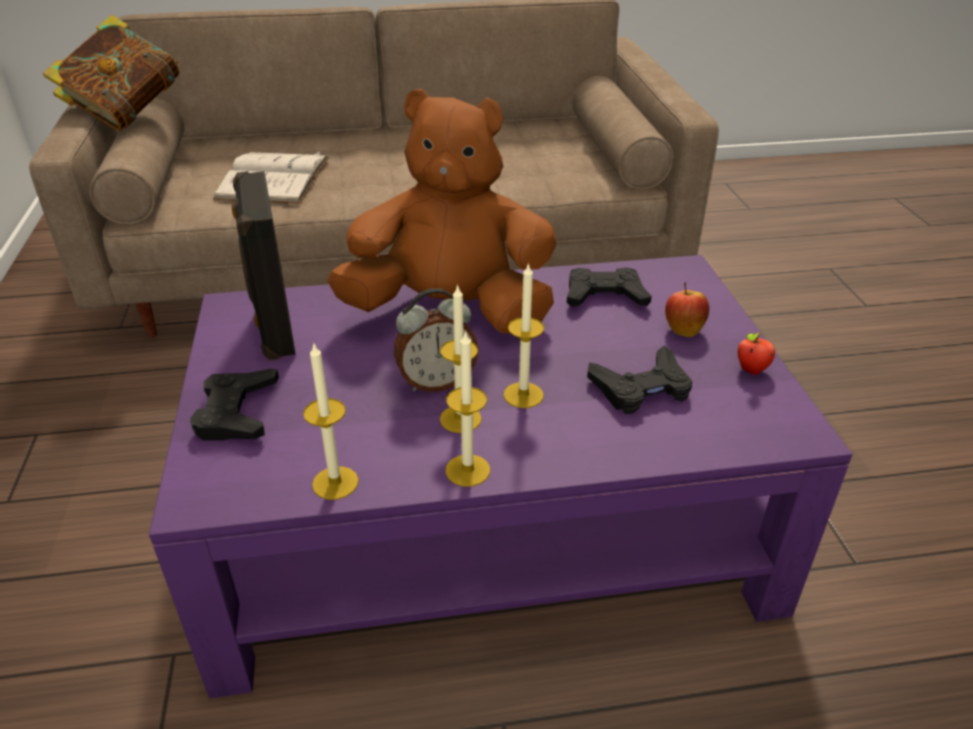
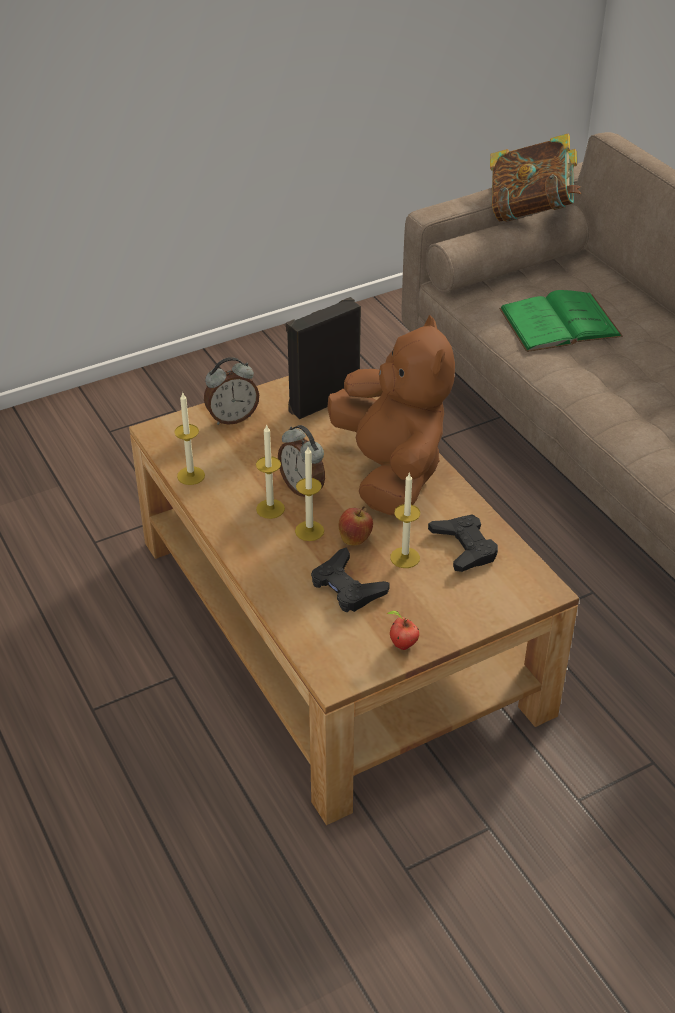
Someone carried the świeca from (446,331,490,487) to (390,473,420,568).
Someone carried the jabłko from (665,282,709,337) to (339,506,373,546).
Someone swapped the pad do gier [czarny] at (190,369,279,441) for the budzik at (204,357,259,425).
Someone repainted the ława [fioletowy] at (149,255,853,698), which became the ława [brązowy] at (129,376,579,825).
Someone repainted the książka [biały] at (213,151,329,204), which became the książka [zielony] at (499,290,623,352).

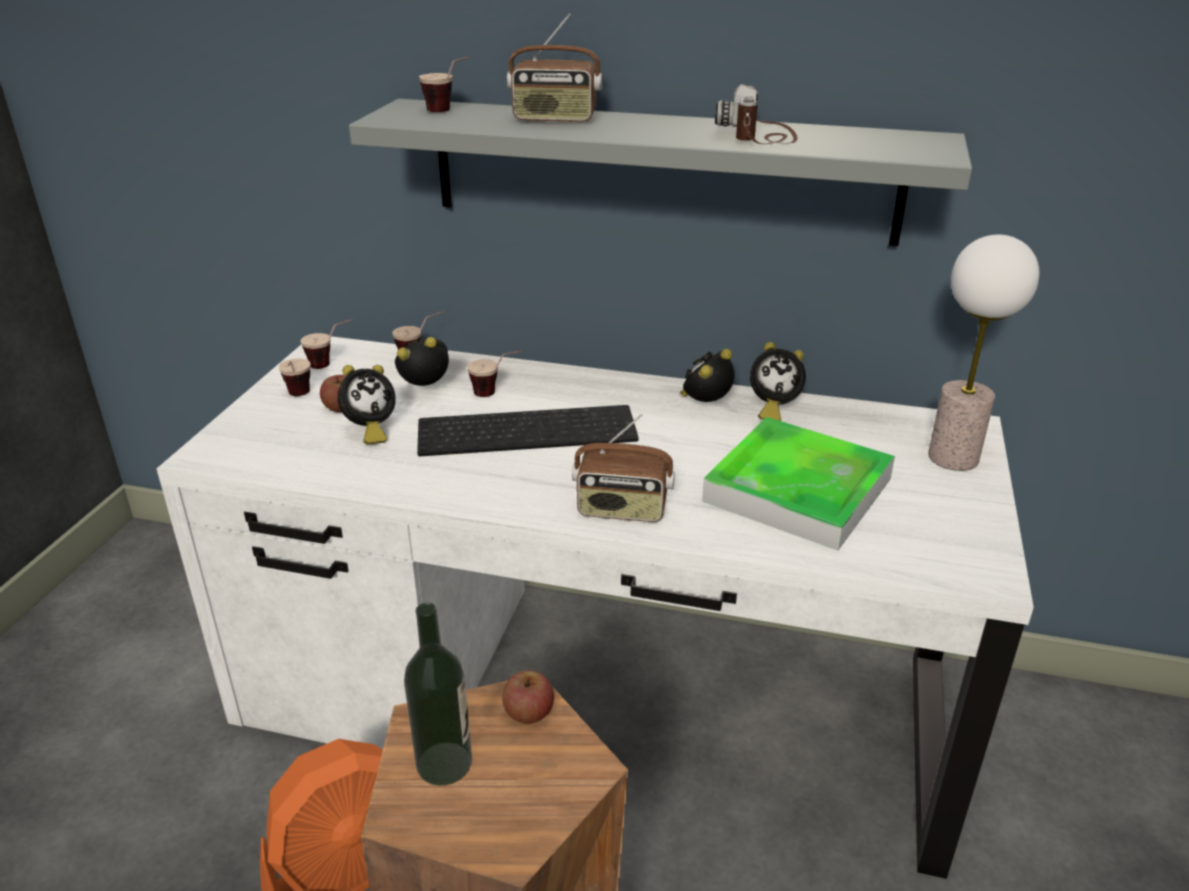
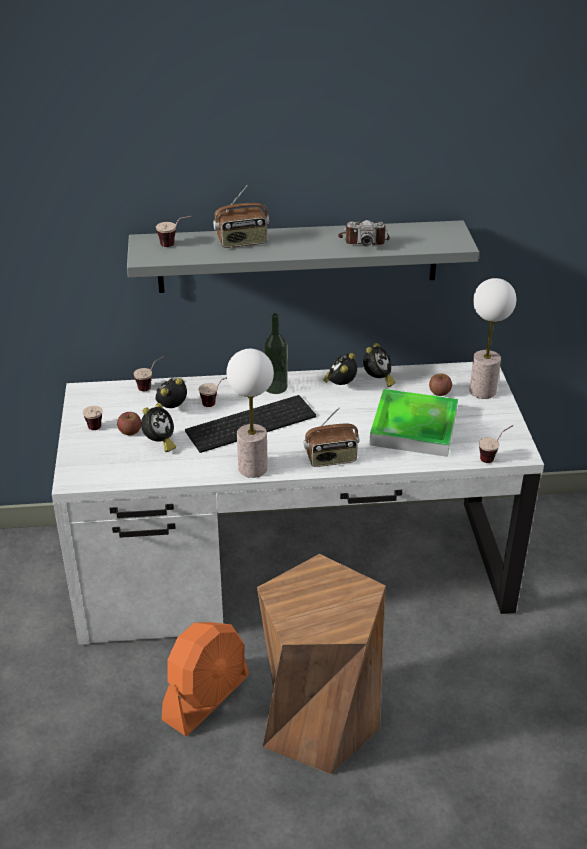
Someone put down the lampa stołowa at (227,349,274,478).
Someone carried the filiżanka from (300,319,353,369) to (479,425,513,463).
Someone carried the butelka from (404,603,472,786) to (264,313,288,394).
Someone carried the jabłko from (502,670,554,724) to (429,373,452,396).
Someone rotated the aparat fotograficzny at (715,84,798,144) by 75 degrees counterclockwise.
Someone rotated the budzik at (750,342,806,421) by 45 degrees counterclockwise.

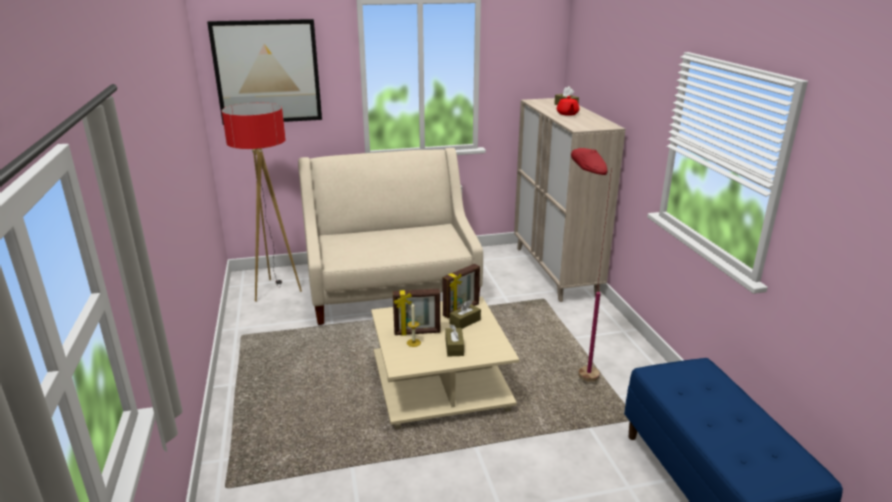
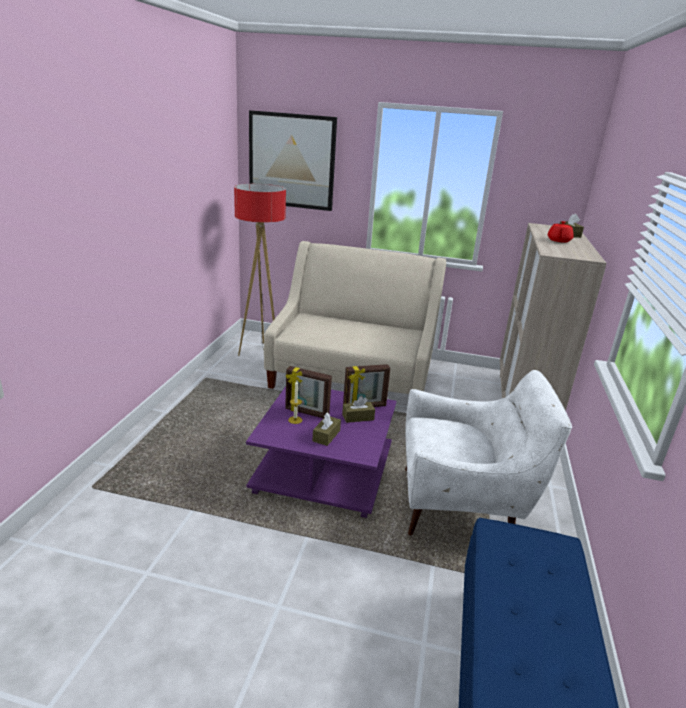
Someone swapped the lampa stojąca [czerwony] at (571,148,612,382) for the fotel [biały] at (405,370,572,536).
Someone repainted the ława [beżowy] at (371,297,519,429), which became the ława [fioletowy] at (246,386,397,518).

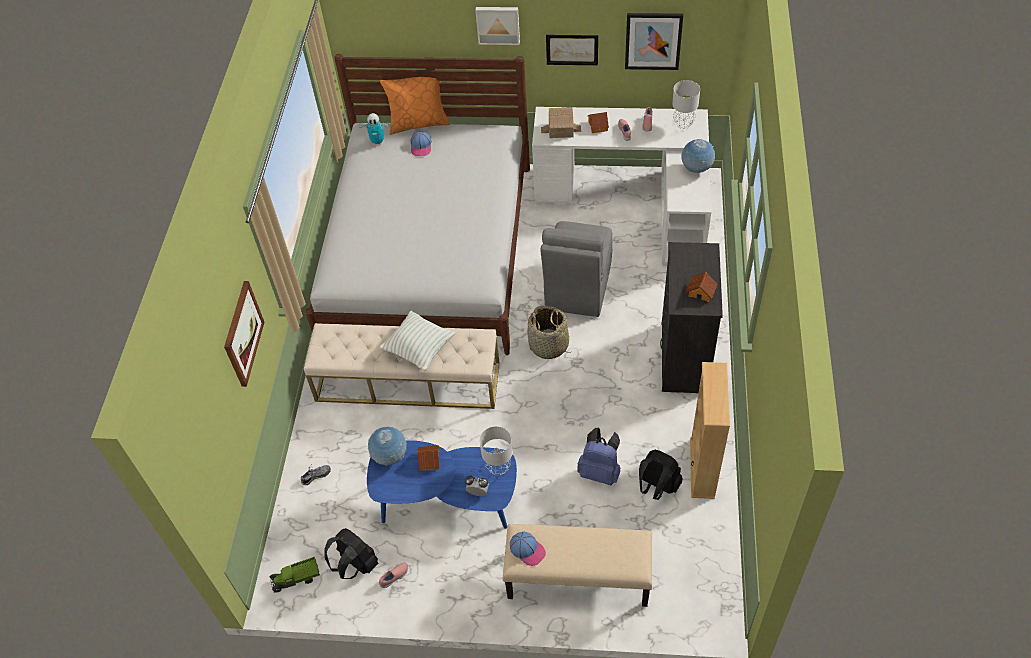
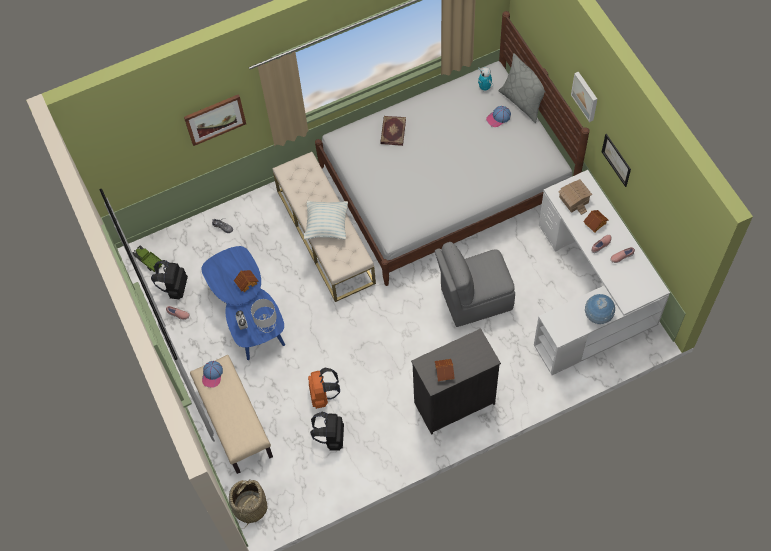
Someone took away the globus at (368,427,407,465).
Someone took away the obraz at (625,13,683,70).
Someone took away the lampa stołowa [szary] at (672,80,700,129).
Someone took away the regał [beżowy] at (690,362,730,499).
Someone put down the książka at (380,116,406,146).
Someone carried the koszyk from (528,306,571,359) to (229,480,267,529).
Someone repainted the poduszka [pomarańczowy] at (380,77,450,135), which became the poduszka [szary] at (498,53,545,123).
Someone repainted the plecak [niebieski] at (577,428,620,485), which became the plecak [pomarańczowy] at (308,368,340,409).

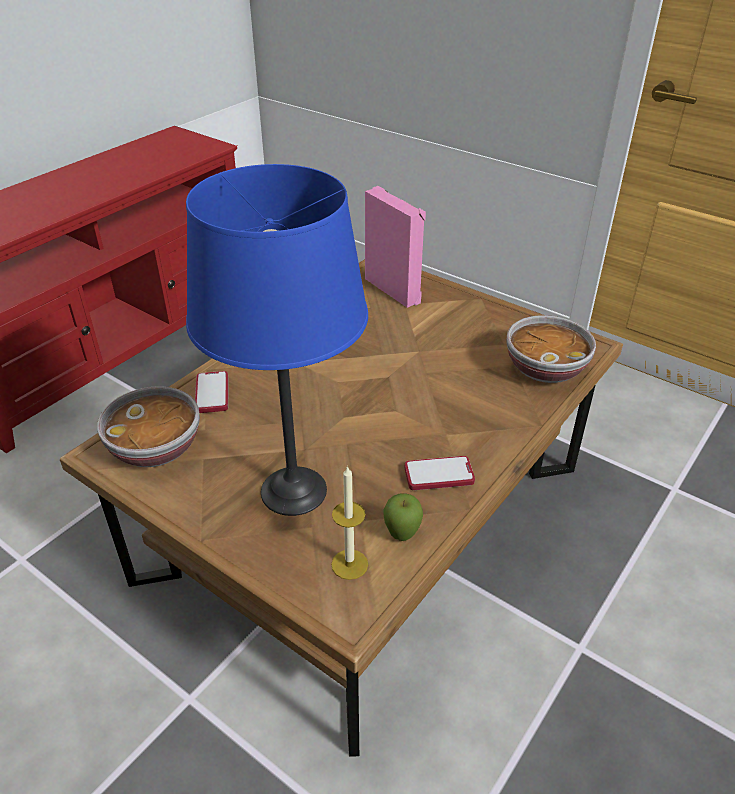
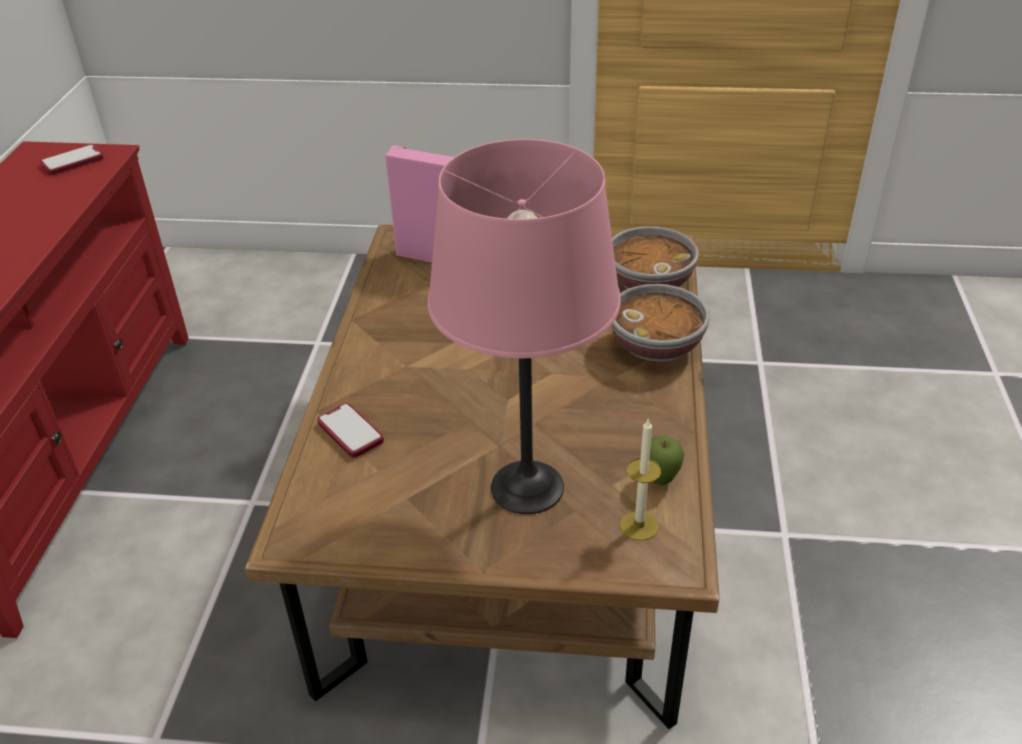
Someone carried the miska from (97,386,200,467) to (611,284,710,361).
Someone carried the telefon from (405,456,475,490) to (40,145,104,175).
Someone repainted the lampa stołowa [niebieski] at (186,164,368,516), which became the lampa stołowa [różowy] at (428,139,621,514).

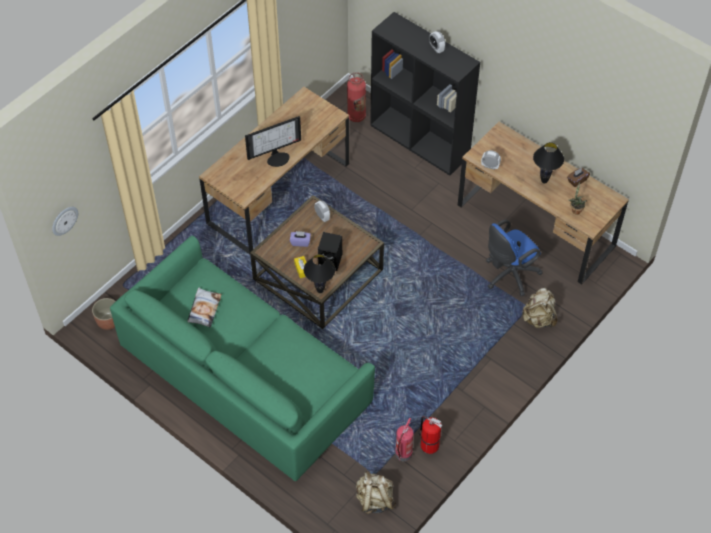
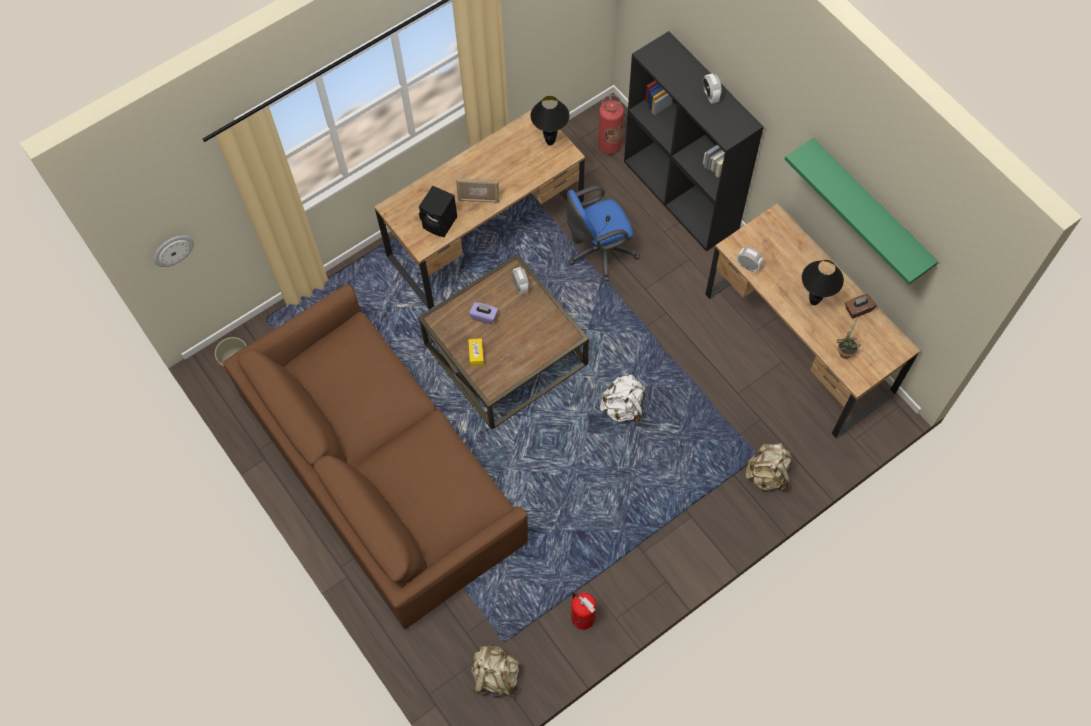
Someone took away the poduszka at (187,288,221,327).
Someone took away the gaśnica at (395,418,414,461).
Someone put down the plecak [biały] at (600,374,646,423).
Someone put up the półka [zielony] at (785,138,938,285).
Someone carried the lampa stołowa [czarny] from (304,254,335,293) to (530,96,570,145).
Someone carried the głośnik [czarny] from (318,232,342,271) to (419,185,457,237).
Someone carried the krzesło biurowe [niebieski] from (486,220,543,296) to (566,186,640,282).
Someone swapped the monitor at (245,116,301,167) for the ramka na zdjęcie at (456,178,499,203).
Someone repainted the kanapa [zielony] at (110,236,375,481), which became the kanapa [brązowy] at (223,284,528,629).

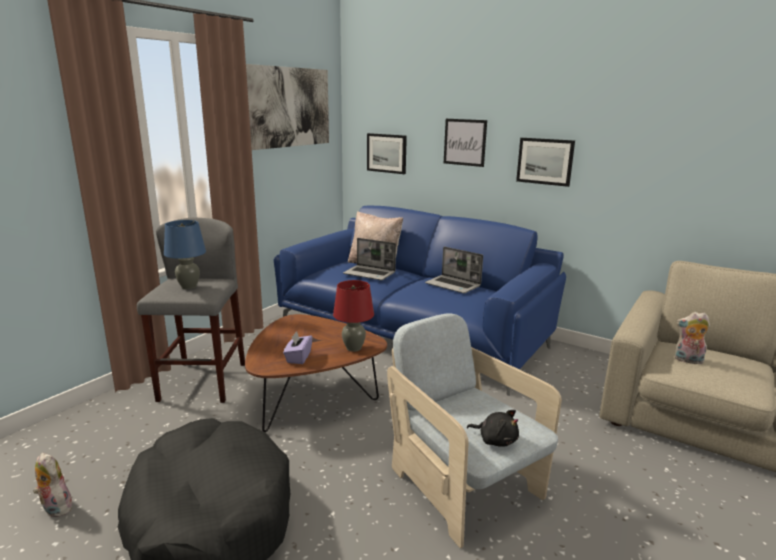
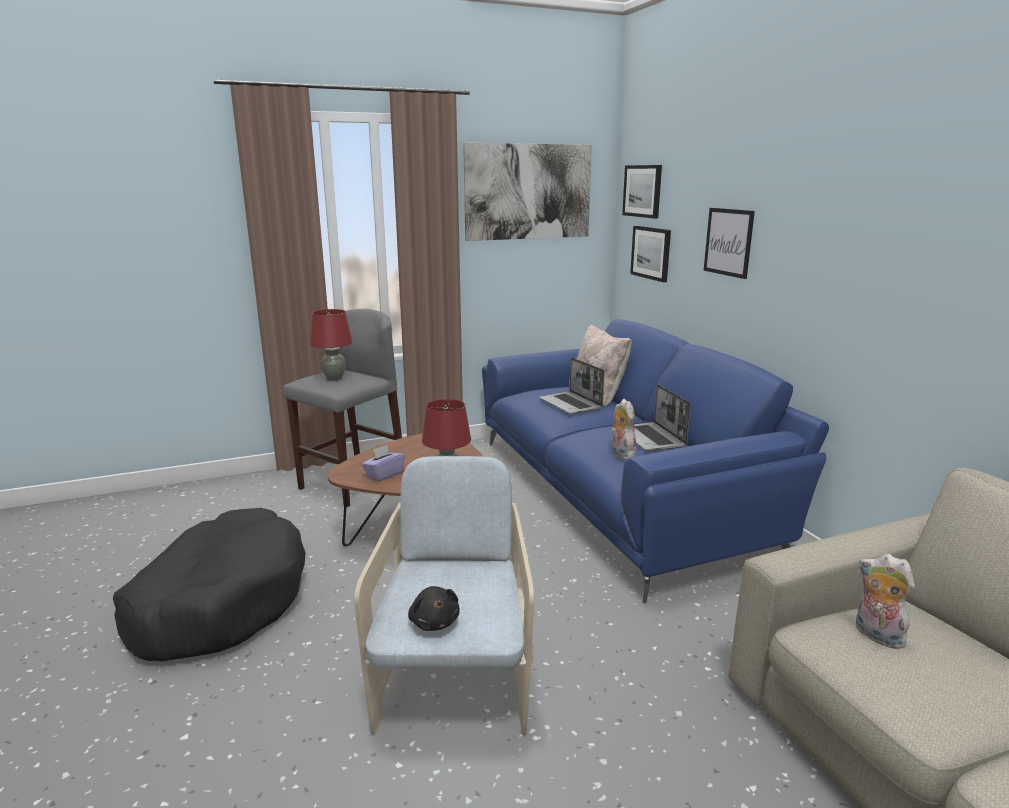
Someone carried the pluszak from (33,453,72,517) to (611,399,637,460).
Someone carried the obraz from (516,138,575,187) to (622,165,662,219).
Someone repainted the lampa stołowa [niebieski] at (164,220,206,289), which became the lampa stołowa [czerwony] at (310,309,353,381).

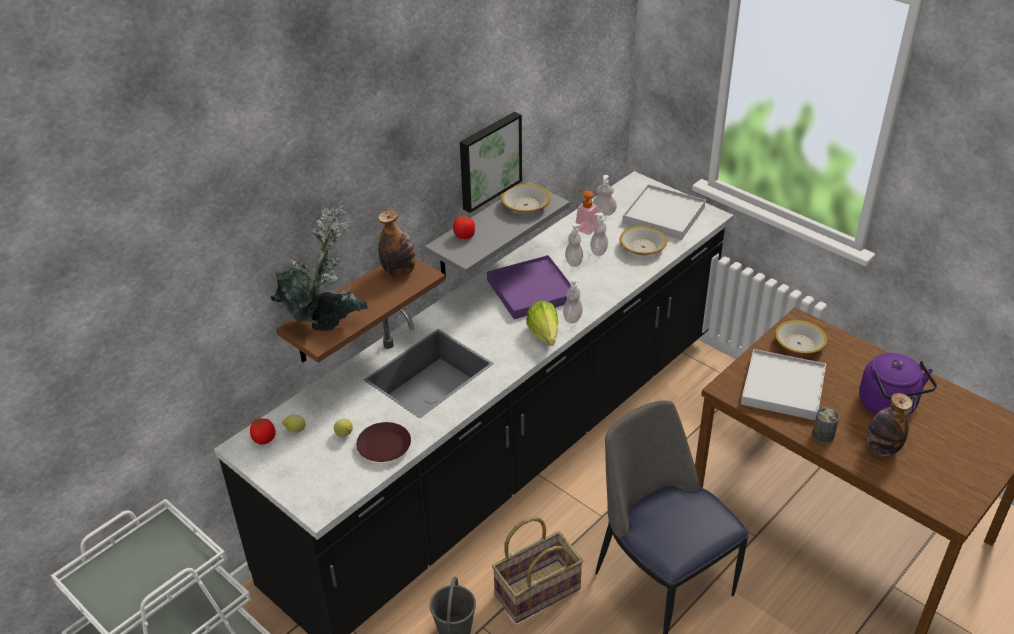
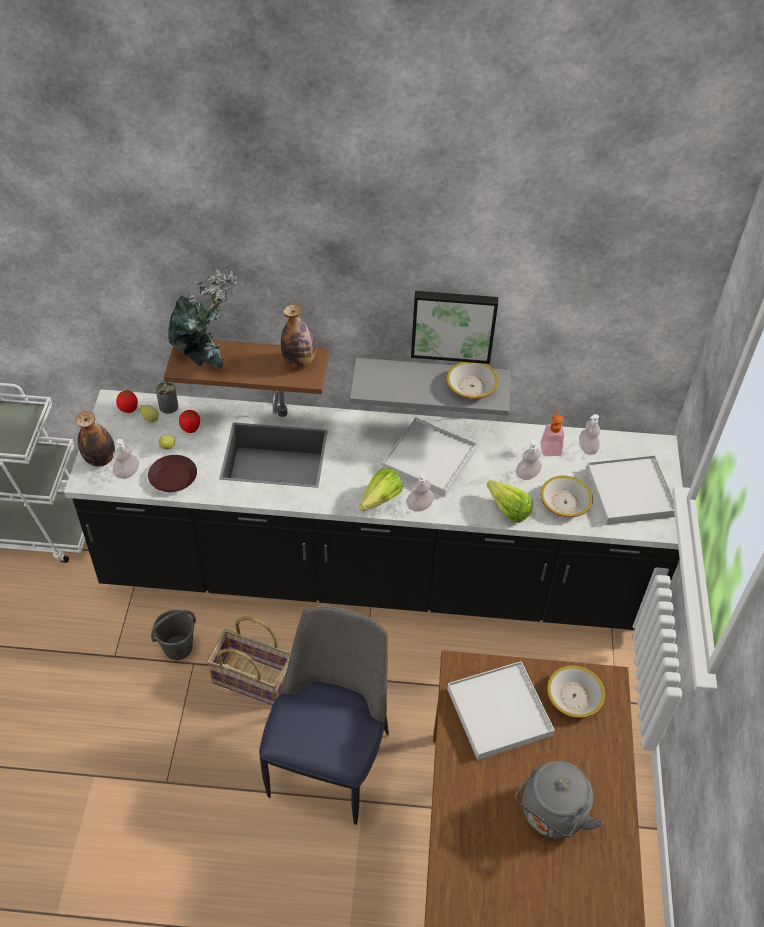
Someone put down the sałata at (487,480,533,523).
Someone carried the pomidor from (453,215,475,239) to (179,410,200,433).
Someone carried the dozownik mydła from (565,223,583,267) to (113,438,139,479).
Someone carried the puszka from (812,407,839,444) to (156,382,178,414).
Someone carried the butelka from (866,393,912,456) to (76,411,115,466).
Someone repainted the taca [fioletowy] at (487,255,571,319), which became the taca [biały] at (382,417,477,497).
Someone repainted the czajnik [fioletowy] at (859,353,937,416), which became the czajnik [szary] at (515,761,603,838).

